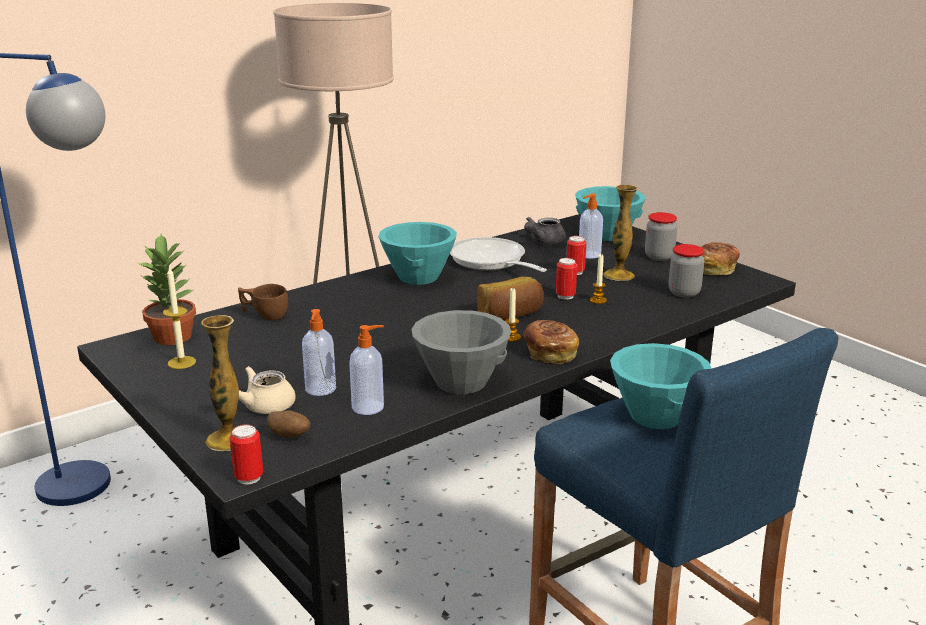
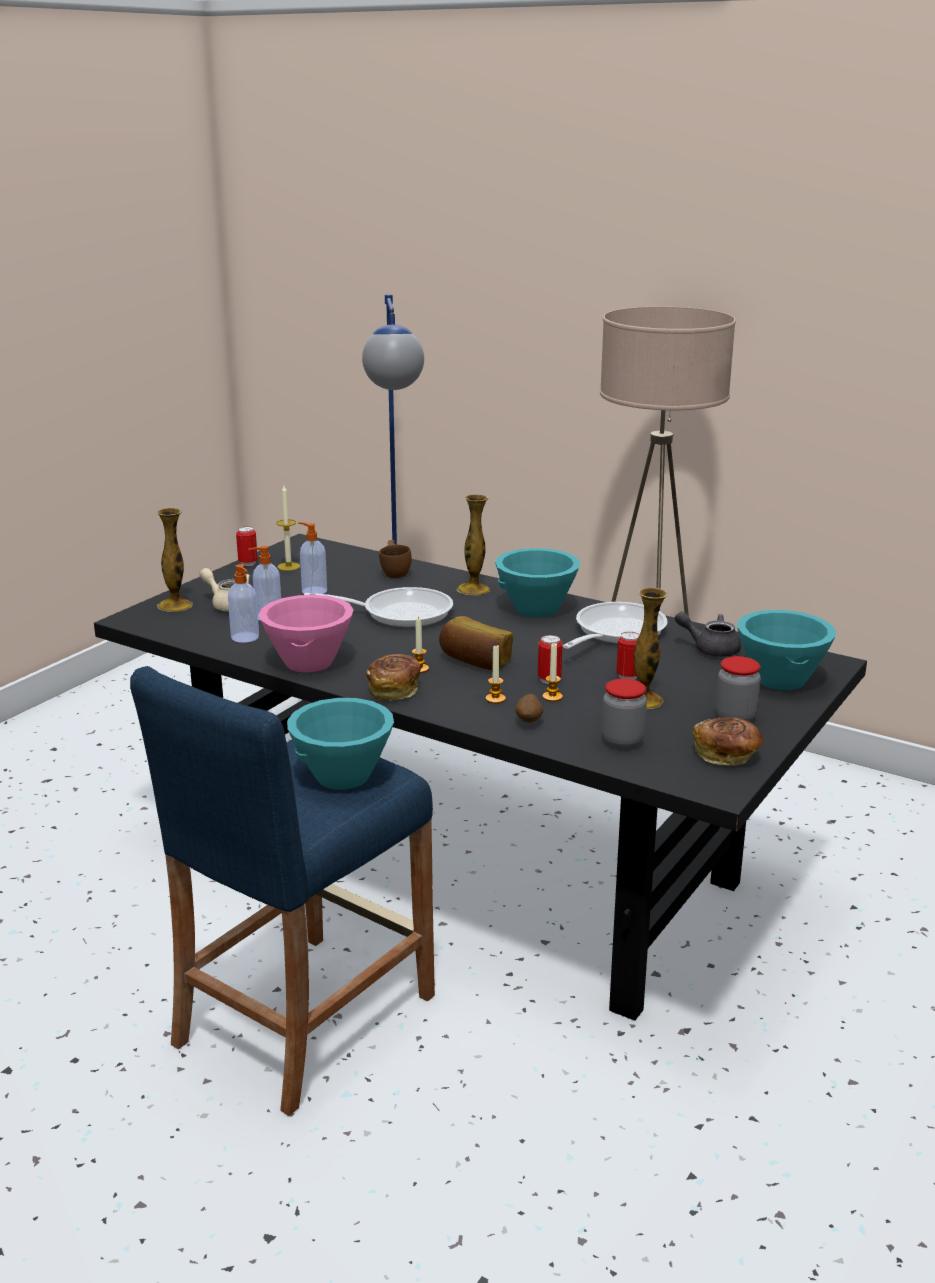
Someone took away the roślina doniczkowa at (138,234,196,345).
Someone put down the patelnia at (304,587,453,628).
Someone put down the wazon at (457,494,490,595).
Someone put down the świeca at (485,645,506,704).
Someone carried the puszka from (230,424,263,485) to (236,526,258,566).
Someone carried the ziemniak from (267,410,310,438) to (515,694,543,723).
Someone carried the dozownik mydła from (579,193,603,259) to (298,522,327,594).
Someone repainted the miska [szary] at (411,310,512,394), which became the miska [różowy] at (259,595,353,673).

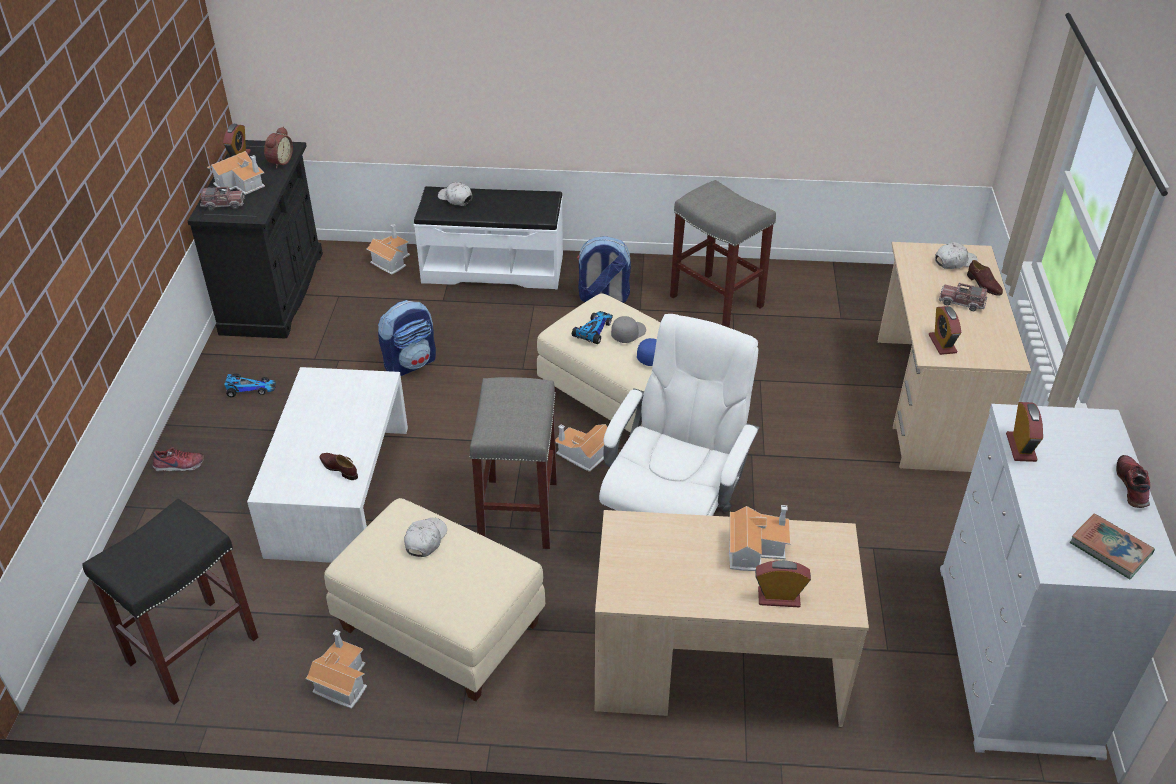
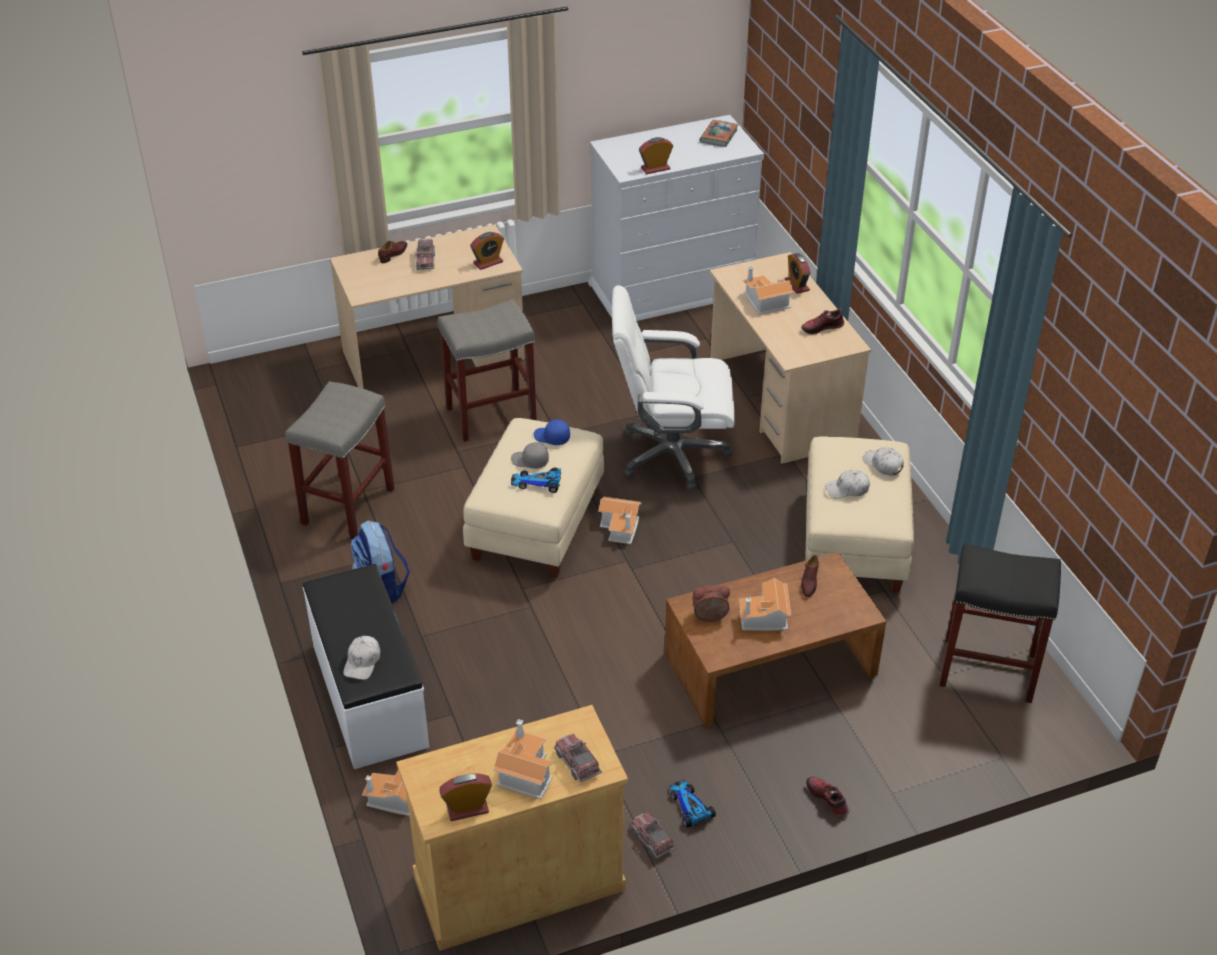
Someone took away the plecak at (378,300,436,376).
Someone put down the ciężarówka zabawkowa at (630,812,675,858).
Someone carried the budzik from (264,126,293,169) to (693,585,730,622).
Someone carried the domek from (306,630,367,709) to (739,578,791,631).
Someone carried the stołek [szary] from (469,377,557,549) to (438,299,537,442).
Someone carried the czapka z daszkiem [biały] from (935,242,978,269) to (863,447,904,476).
Someone carried the but from (1116,455,1150,508) to (801,309,844,334).
Someone repainted the szafka [czarny] at (188,140,323,338), which became the szafka [beżowy] at (396,705,628,951).
Someone repainted the ława [biały] at (247,367,408,563), which became the ława [brązowy] at (665,552,886,727).

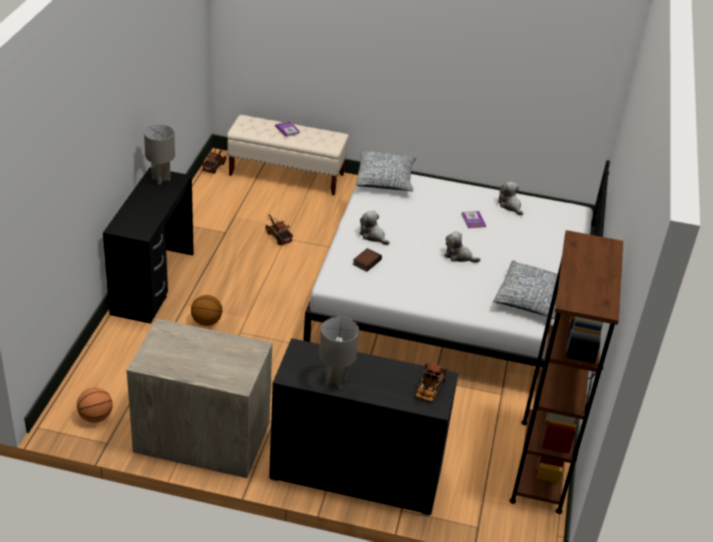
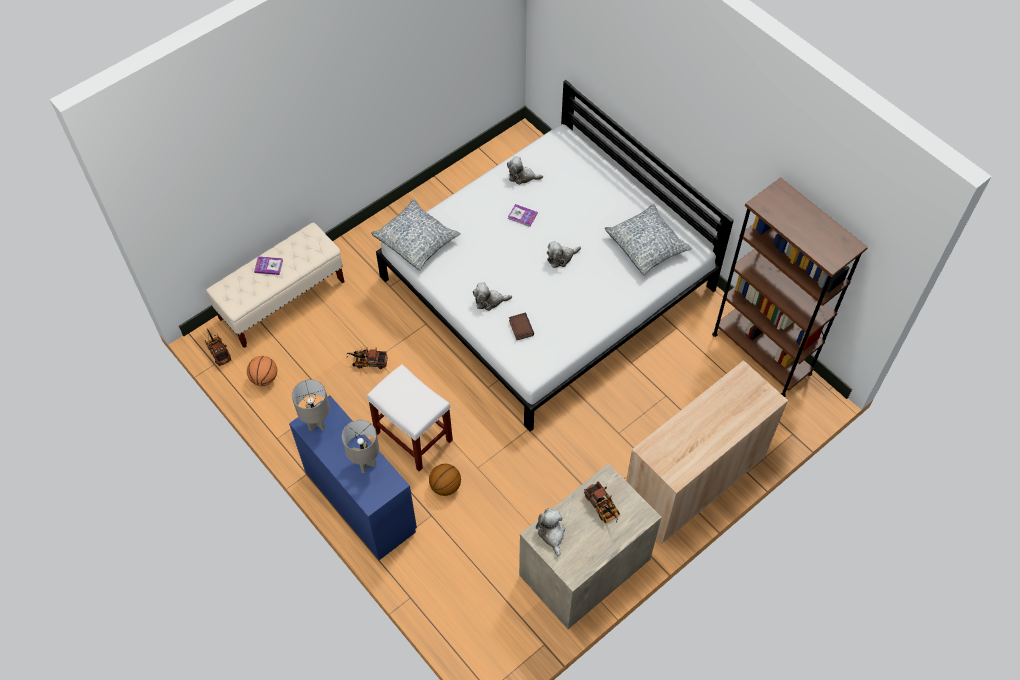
Someone put down the stołek [biały] at (367,364,453,472).
Someone put down the pluszak at (536,508,565,557).
Someone carried the piłka do koszykówki from (77,388,113,423) to (247,356,277,386).
Someone carried the lampa stołowa [szary] from (319,317,359,389) to (342,420,379,473).
Someone carried the ciężarówka zabawkowa from (415,362,448,401) to (584,481,620,524).
Someone repainted the biurko [czarny] at (103,167,194,324), which became the biurko [niebieski] at (289,395,417,560).
Someone repainted the szafka [czarny] at (269,338,458,516), which became the szafka [beżowy] at (626,360,788,544).

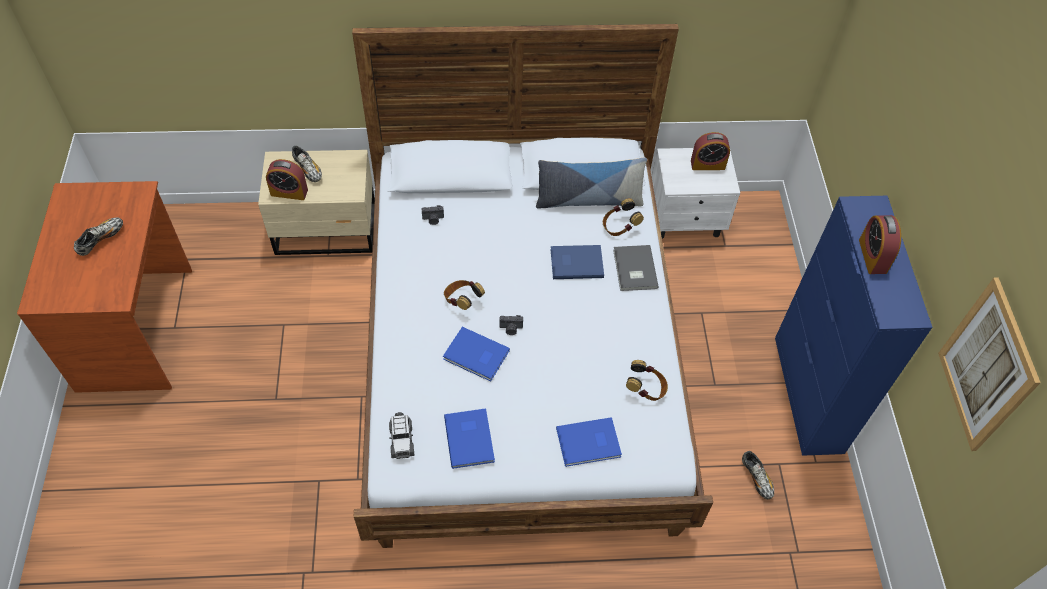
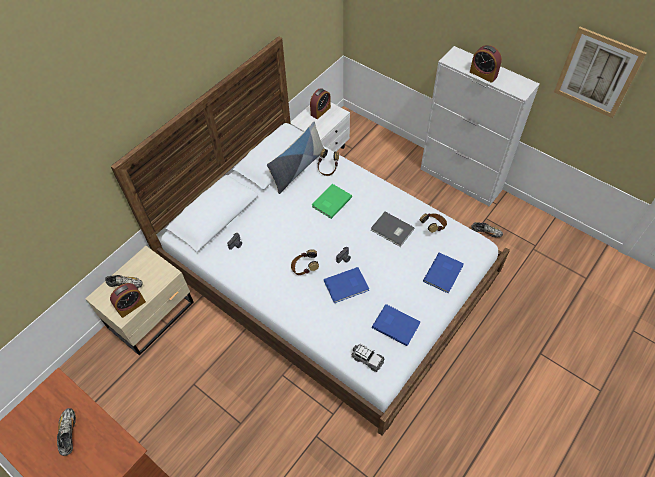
Someone carried the książka [szary] from (613,245,659,291) to (371,212,414,247).
Someone repainted the książka [niebieski] at (551,245,604,279), which became the książka [zielony] at (312,184,352,219).
Someone repainted the szafka [niebieski] at (775,196,933,456), which became the szafka [biały] at (421,46,540,206).

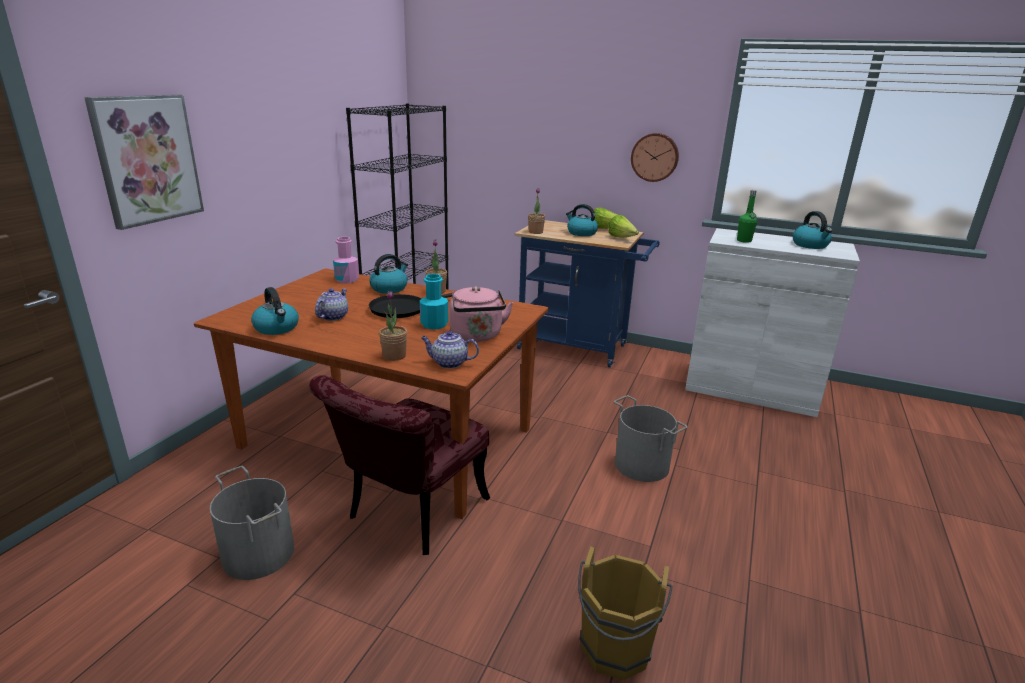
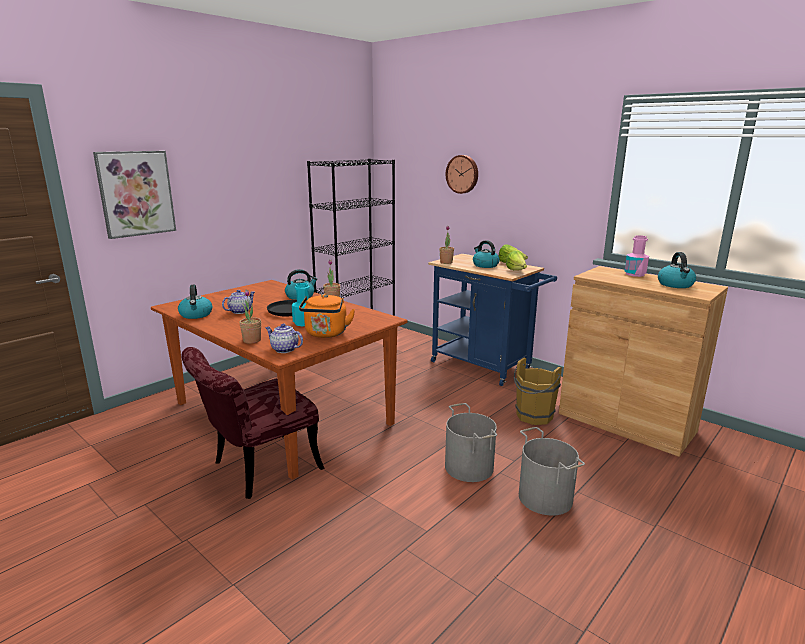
Someone took away the butelka [zielony] at (737,190,757,243).
Someone carried the wiadro [szary] from (210,466,294,580) to (519,427,585,516).
Someone carried the butelka [różowy] from (333,237,359,283) to (624,235,649,277).
Someone carried the wiadro [brązowy] from (578,546,672,680) to (514,357,562,425).
Someone carried the zegar ścienny from (631,133,679,182) to (446,155,478,194).
Someone repainted the czajnik [różowy] at (449,286,513,342), which became the czajnik [pomarańczowy] at (299,294,355,338).
Someone repainted the szafka [biały] at (685,228,860,417), which became the szafka [brązowy] at (559,266,728,457).

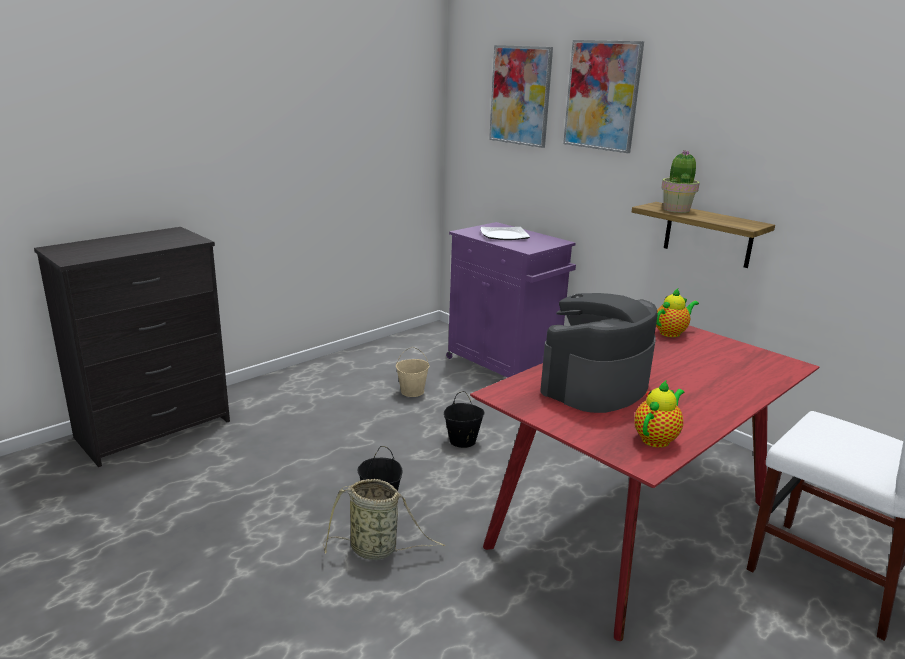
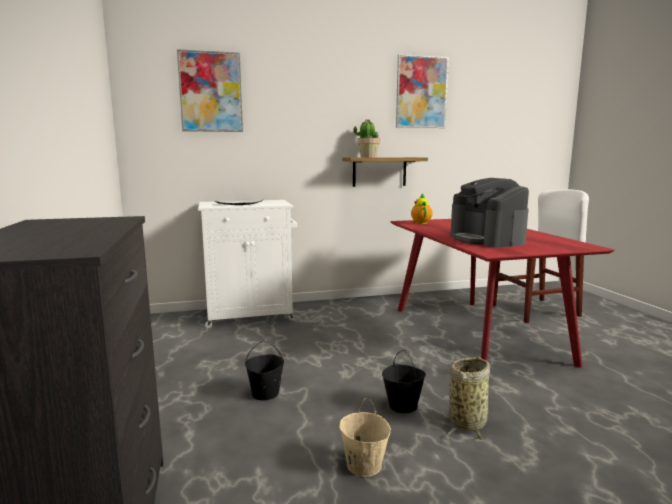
Someone took away the imbryk at (634,381,684,448).
Someone carried the wiadro [beżowy] from (396,347,429,397) to (339,398,391,477).
Someone carried the wiadro [czarny] from (444,391,485,448) to (245,341,284,401).
Someone carried the obraz from (563,40,644,153) to (396,54,449,128).
Someone repainted the szafka [fioletowy] at (446,222,576,378), which became the szafka [biały] at (198,200,297,328).

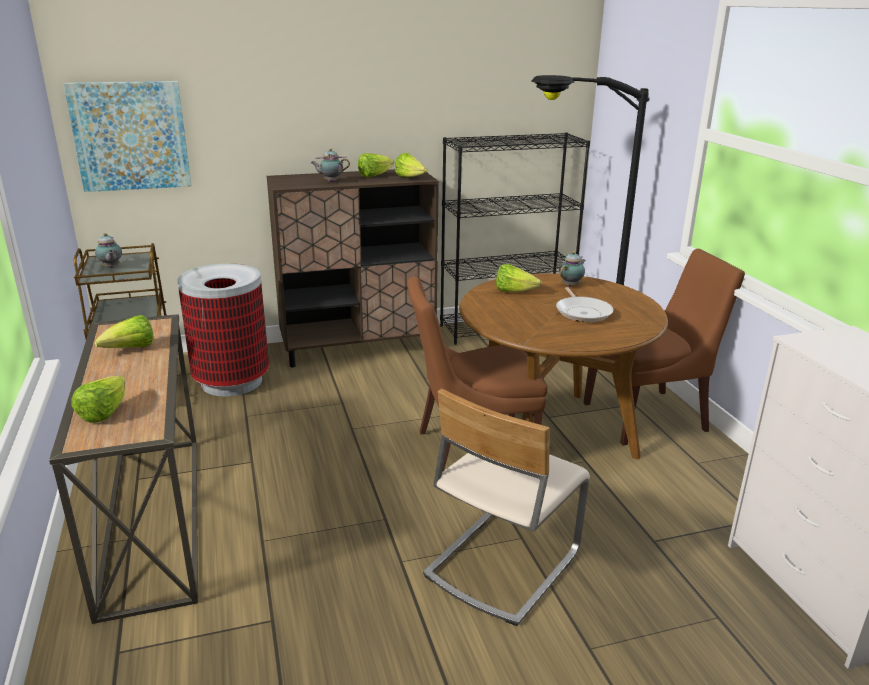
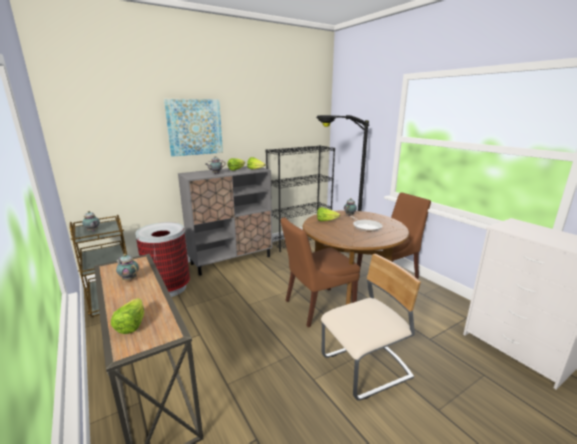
Someone carried the obraz from (63,81,191,192) to (164,99,223,157).
Someone swapped the sałata at (95,315,154,348) for the imbryk at (116,254,139,280).
Someone repainted the szafka [brązowy] at (267,169,439,367), which became the szafka [szary] at (178,166,272,276).
Someone rotated the krzesło [beżowy] at (423,389,590,626) by 135 degrees counterclockwise.

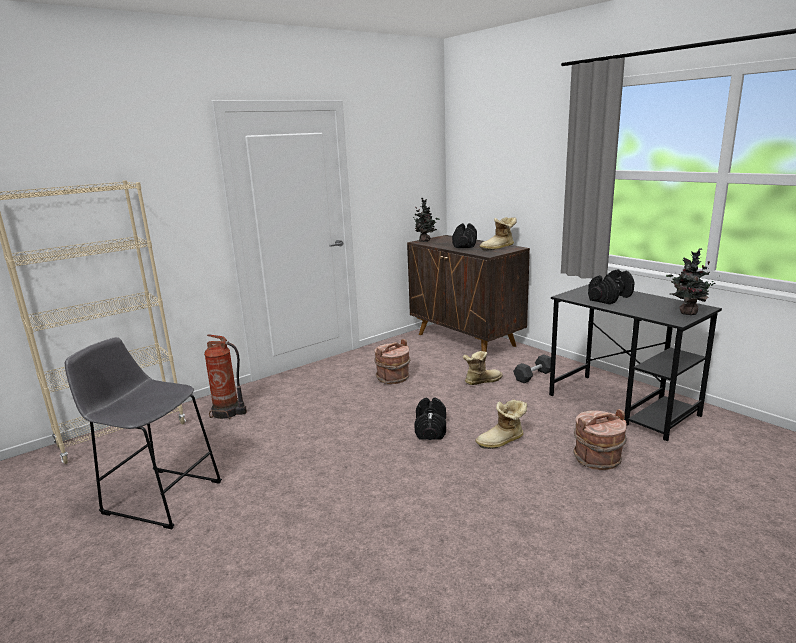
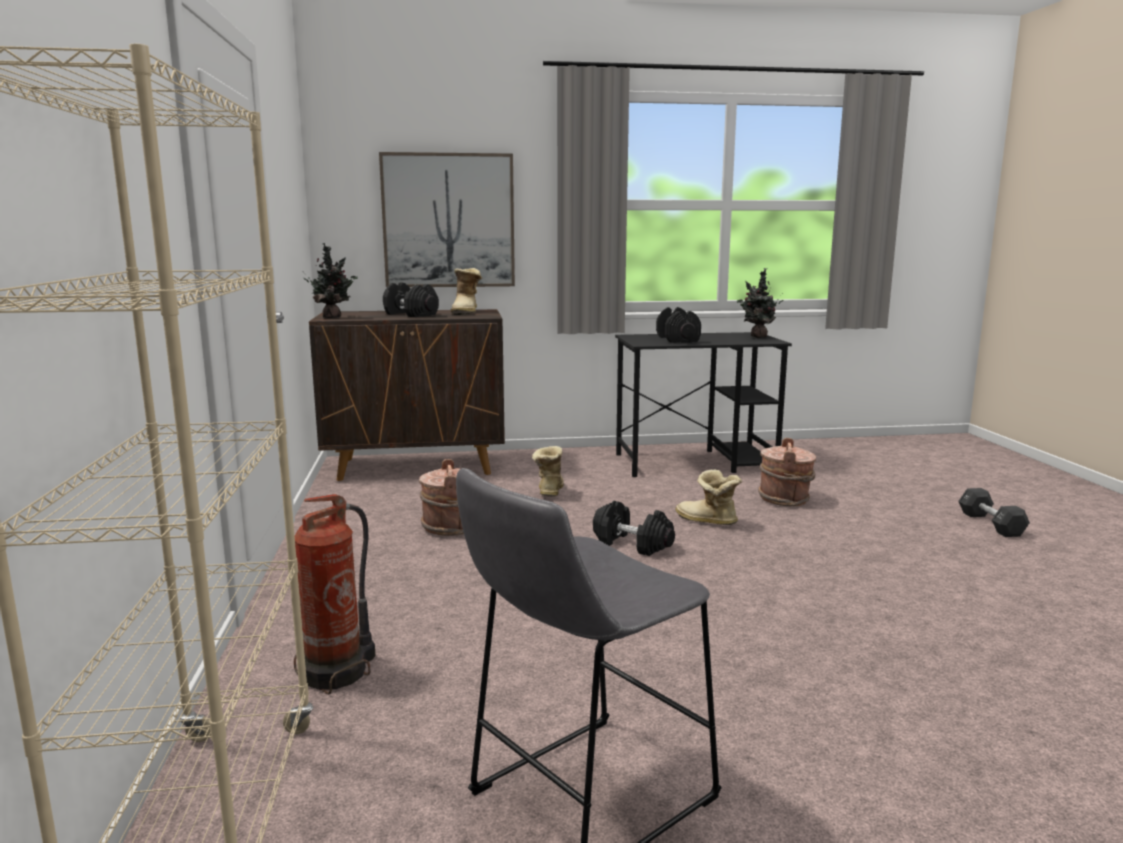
Someone put up the obraz at (379,152,515,288).
Someone carried the hantel [czarny] from (513,354,551,383) to (958,488,1030,537).
Someone rotated the but z cholewką at (475,399,527,449) by 120 degrees clockwise.

